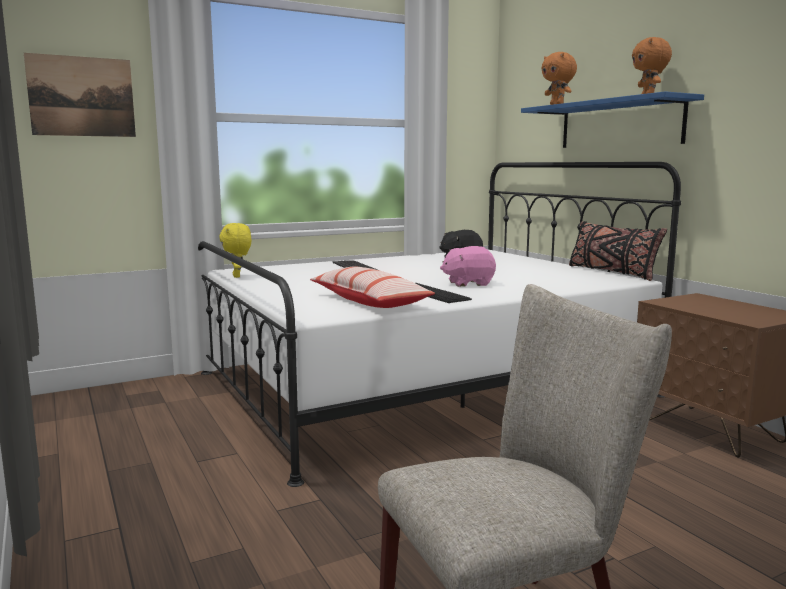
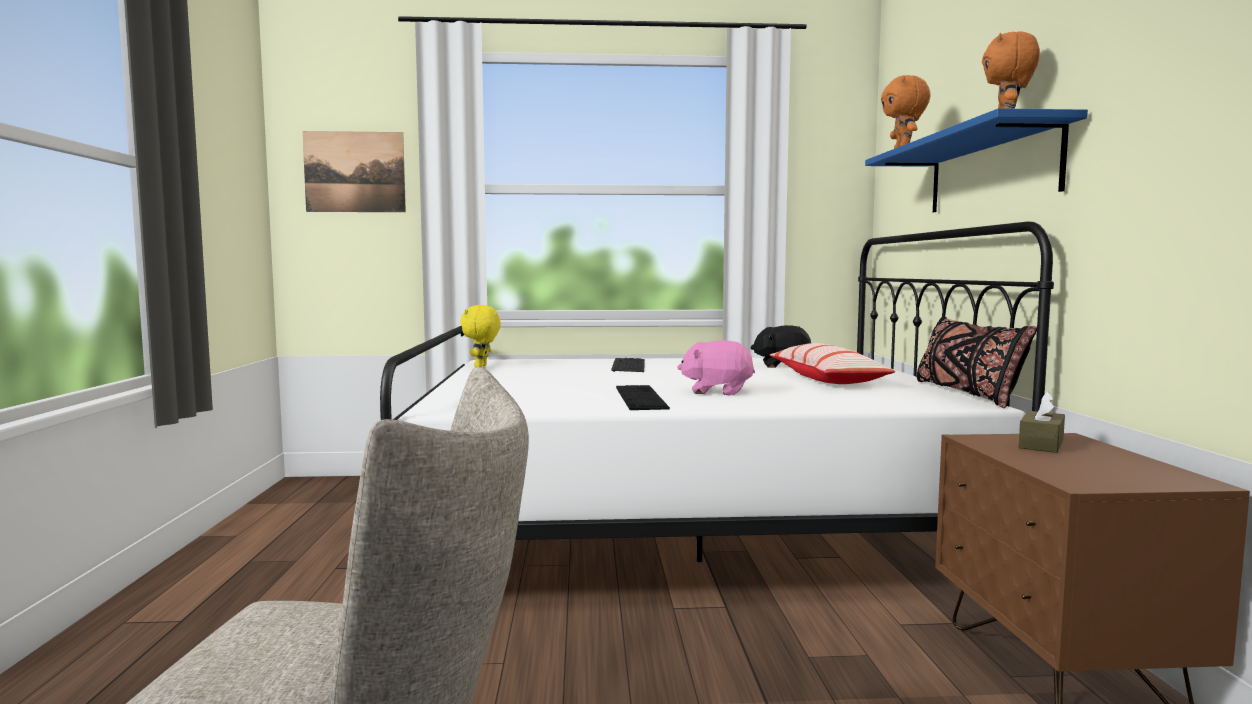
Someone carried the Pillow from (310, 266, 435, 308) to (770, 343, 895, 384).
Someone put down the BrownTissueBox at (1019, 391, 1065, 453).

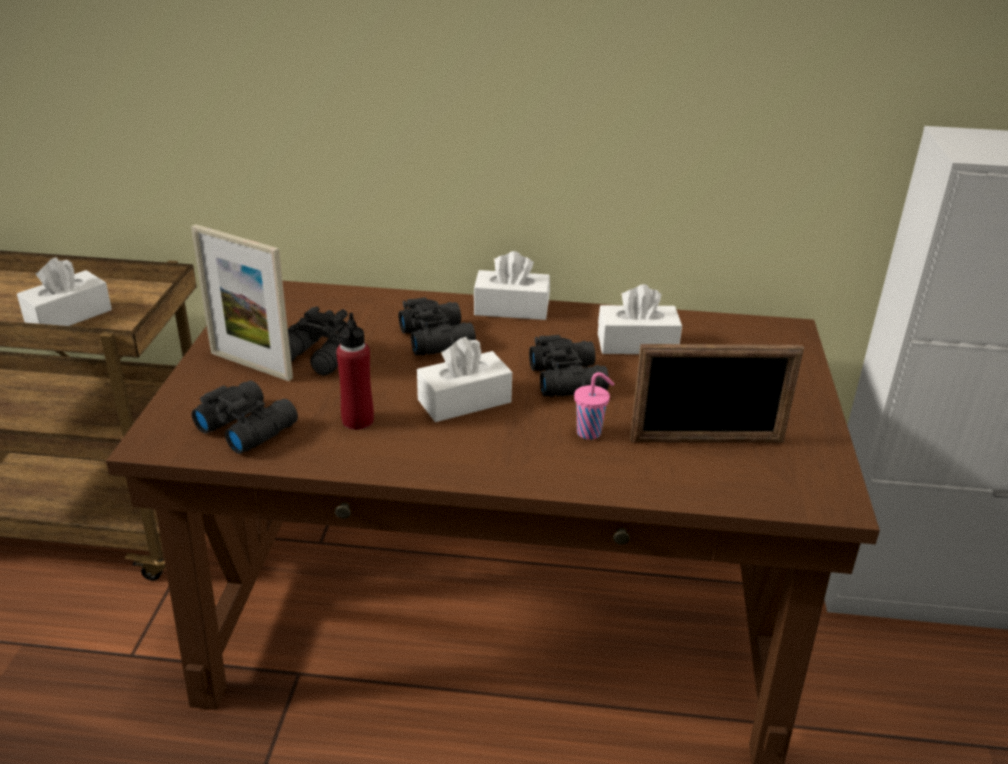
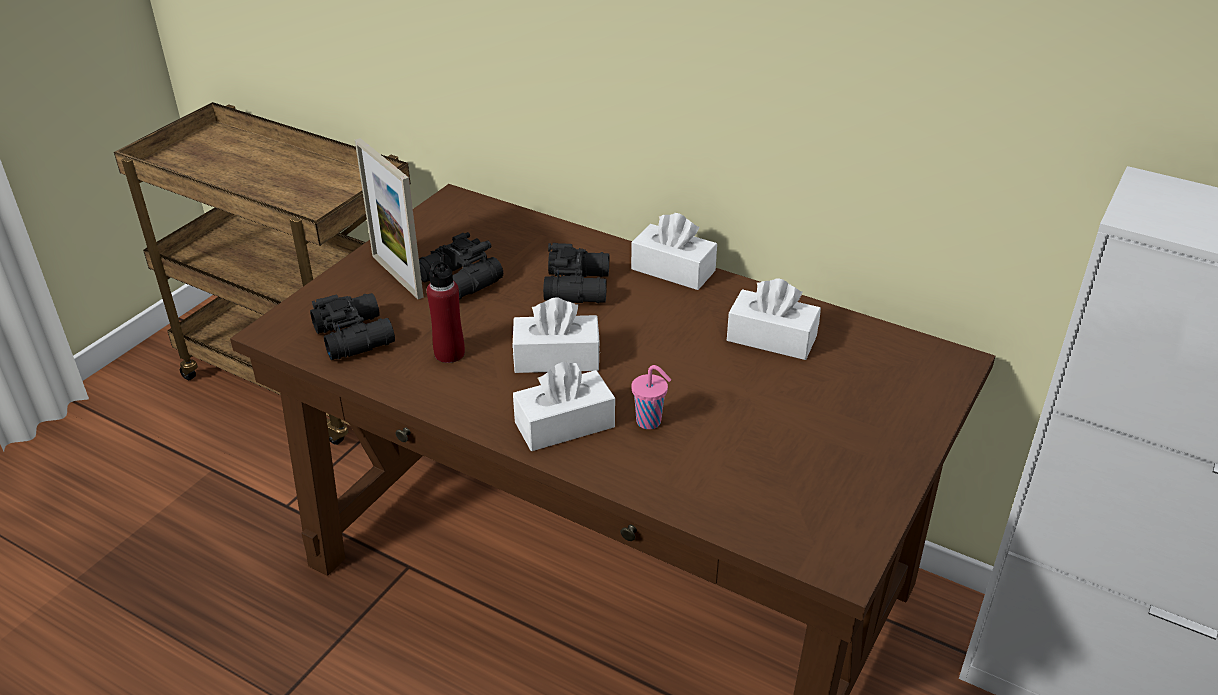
Someone carried the WhiteTissueBox from (17, 257, 112, 326) to (513, 361, 615, 451).
Someone took away the BlackBinoculars at (529, 335, 609, 397).
Someone took away the PictureFrame at (630, 344, 804, 443).

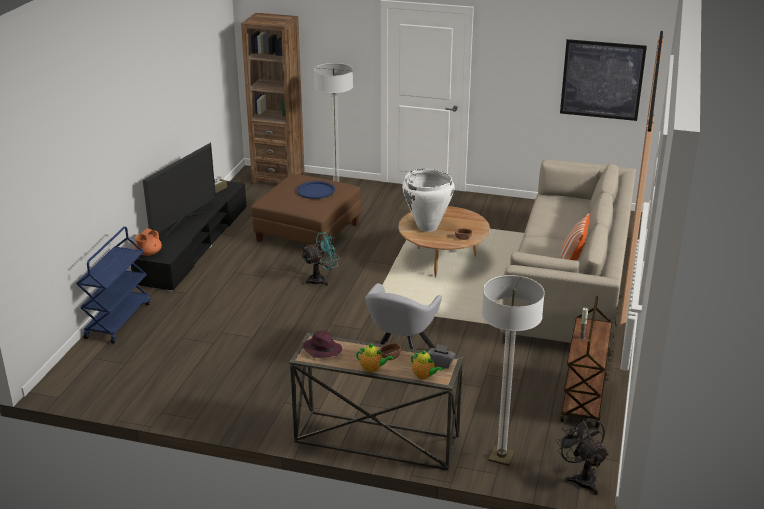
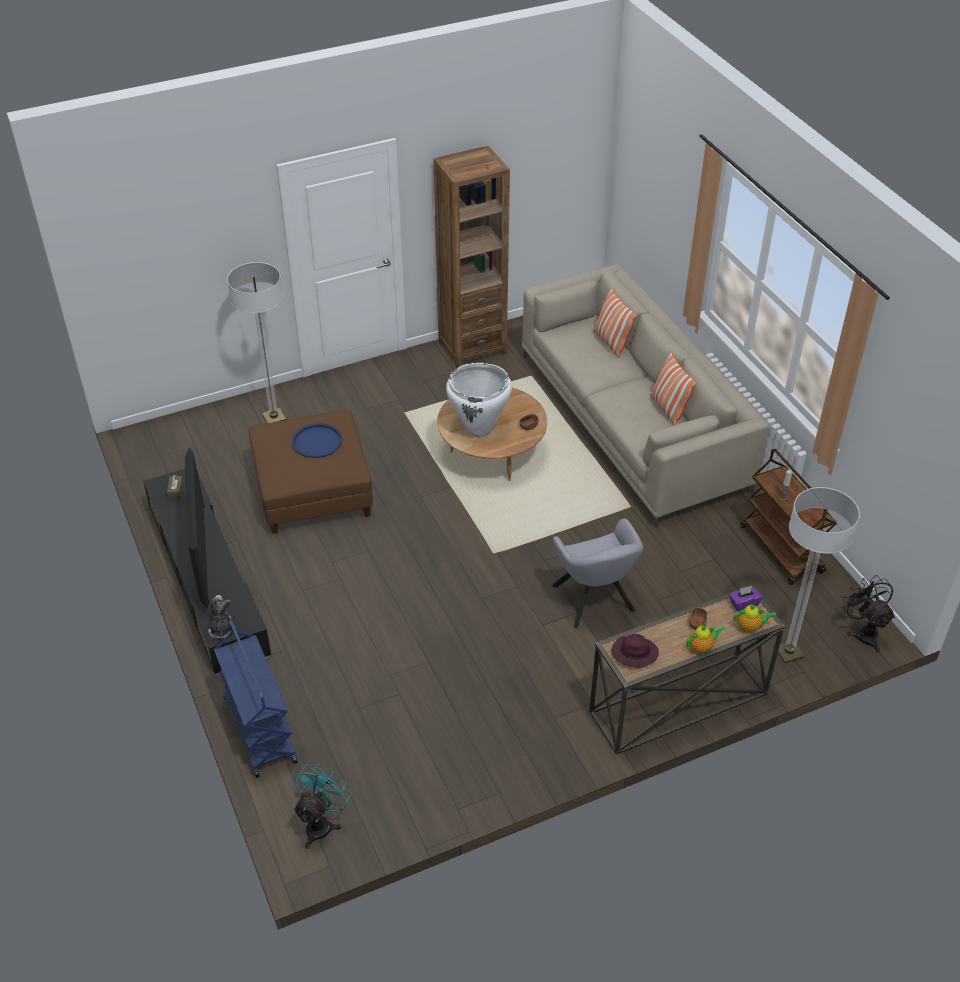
Someone swapped the OrangeTeapot at (134, 228, 162, 256) for the PlushToy at (208, 595, 235, 639).
Someone carried the BrownBookcase from (241, 13, 305, 185) to (433, 146, 510, 368).
Someone carried the TurquoiseFan from (302, 231, 340, 286) to (293, 764, 352, 849).
Someone repainted the GreyTissueBox at (427, 344, 455, 369), which became the PurpleTissueBox at (729, 586, 762, 611).
Someone rotated the BlackFan at (556, 414, 609, 495) by 45 degrees clockwise.
Someone took away the Picture at (560, 39, 647, 121).
Someone put down the Pillow at (593, 288, 637, 357).

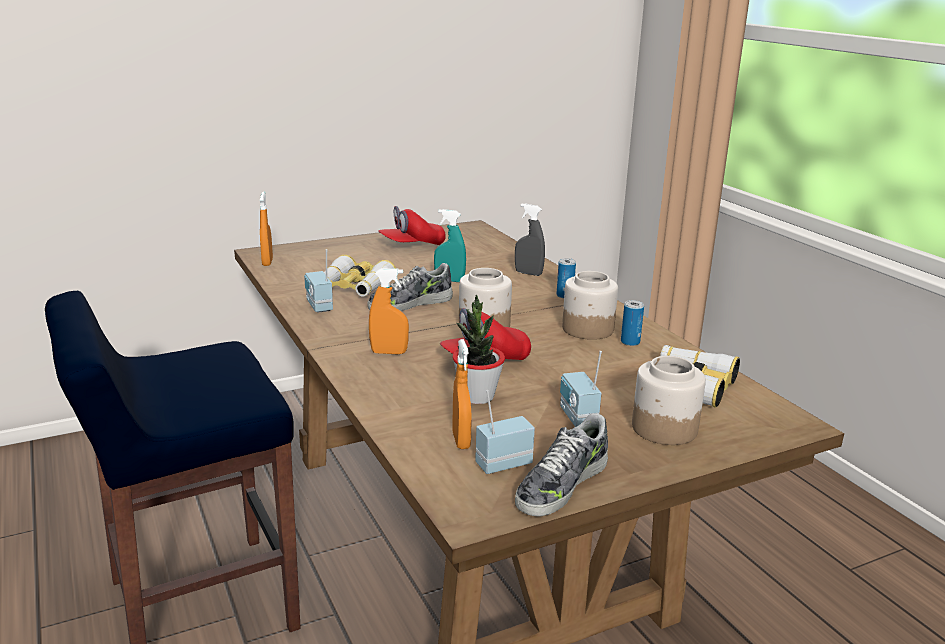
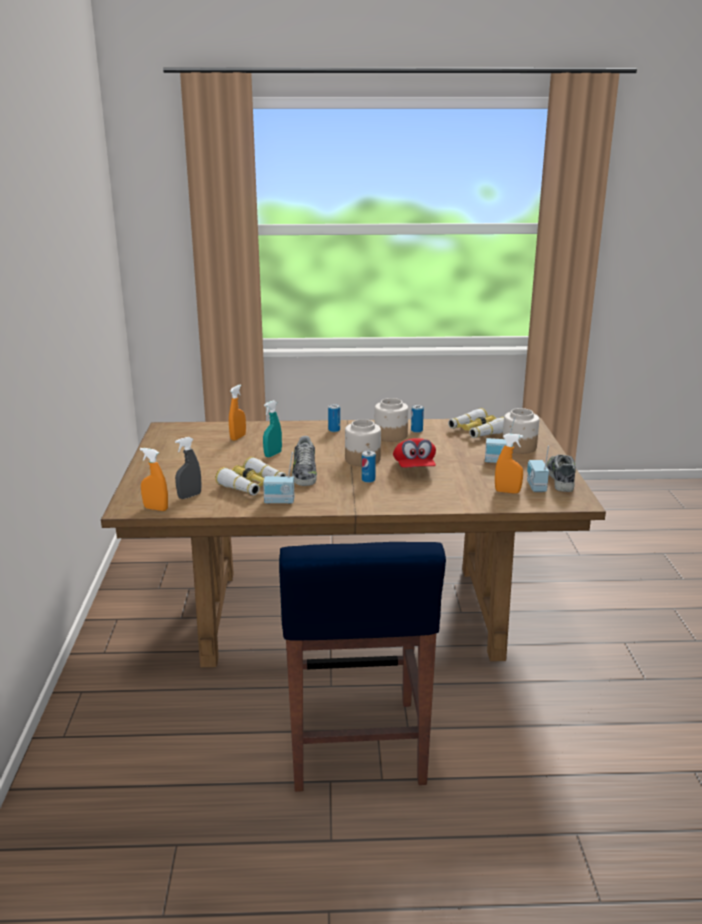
Someone carried the OrangeSprayBottle from (369, 268, 409, 355) to (229, 384, 246, 441).
Someone took away the RedCap at (378, 206, 446, 245).
Someone took away the PottedPlant at (452, 295, 505, 404).
Someone carried the GreySprayBottle from (515, 203, 545, 276) to (175, 437, 201, 499).
Someone rotated the Shoe at (515, 414, 608, 517) by 150 degrees counterclockwise.
Someone put down the Can at (362, 451, 376, 483).

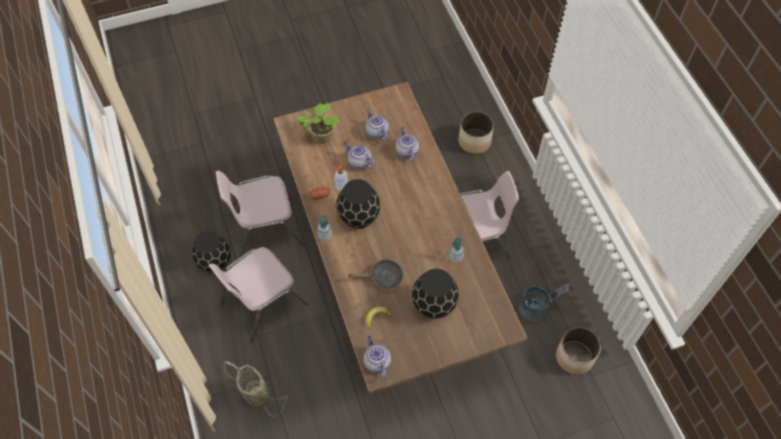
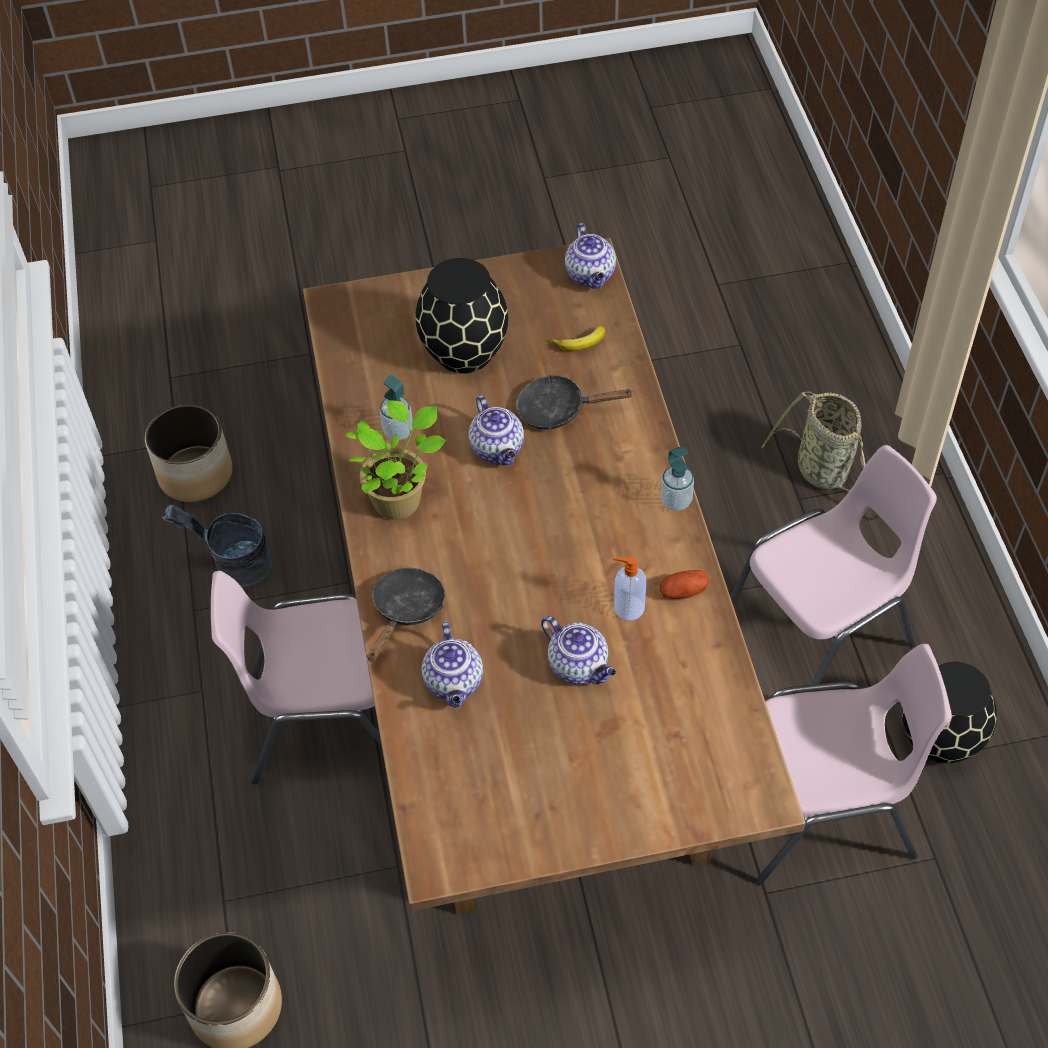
Someone carried the PottedPlant from (297, 103, 340, 144) to (345, 400, 446, 520).
Someone took away the BlackVase at (337, 179, 380, 229).
Someone carried the Teapot from (366, 109, 389, 141) to (469, 395, 524, 466).
Someone put down the BlackFryingPan at (367, 568, 445, 662).

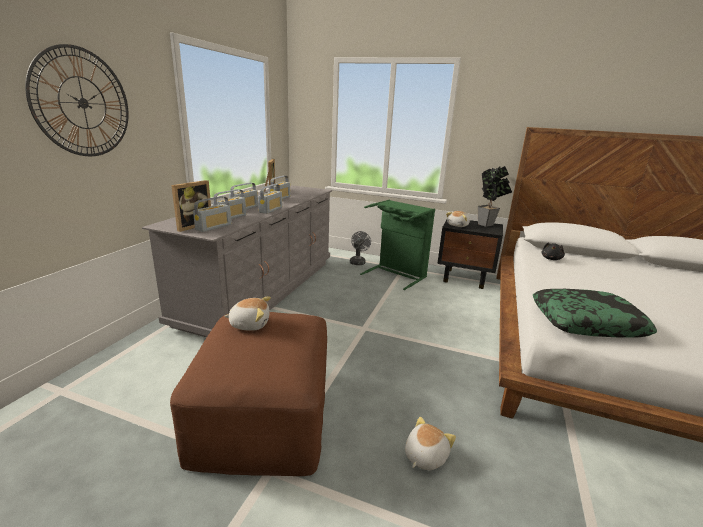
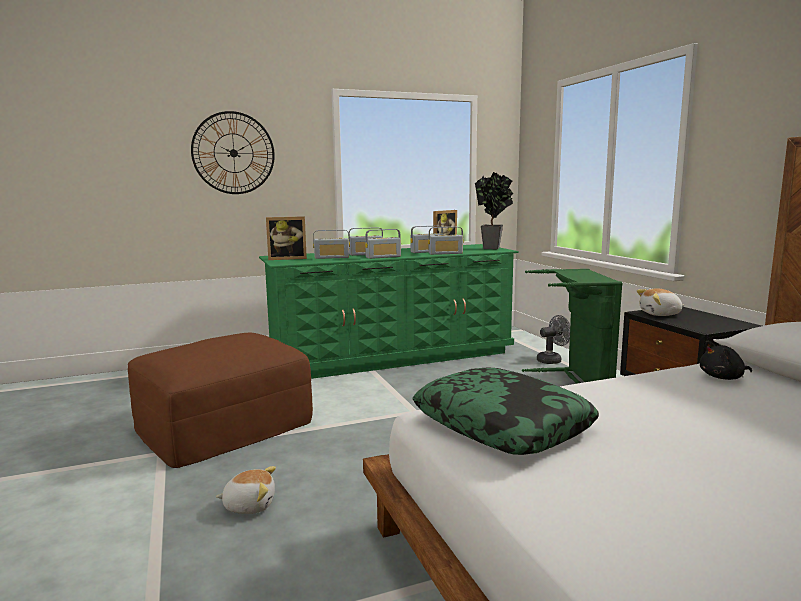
Someone repainted the GreyDresser at (142, 185, 332, 338), which became the GreenDresser at (259, 244, 519, 379).
Someone carried the Radio from (193, 196, 232, 232) to (428, 227, 463, 255).
Someone took away the PlushToy at (224, 297, 271, 331).
Someone carried the PottedPlant from (478, 166, 512, 227) to (475, 172, 513, 249).

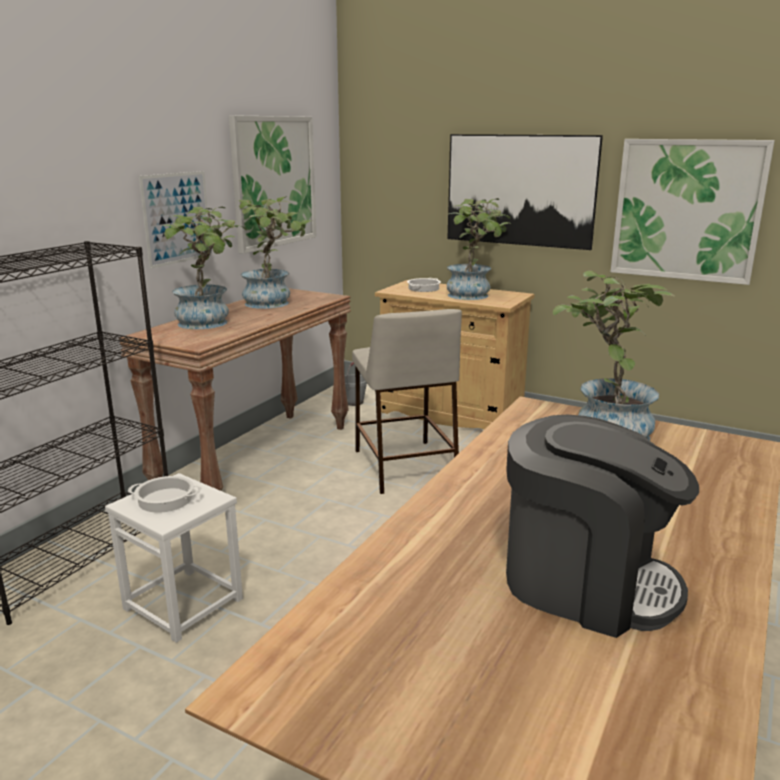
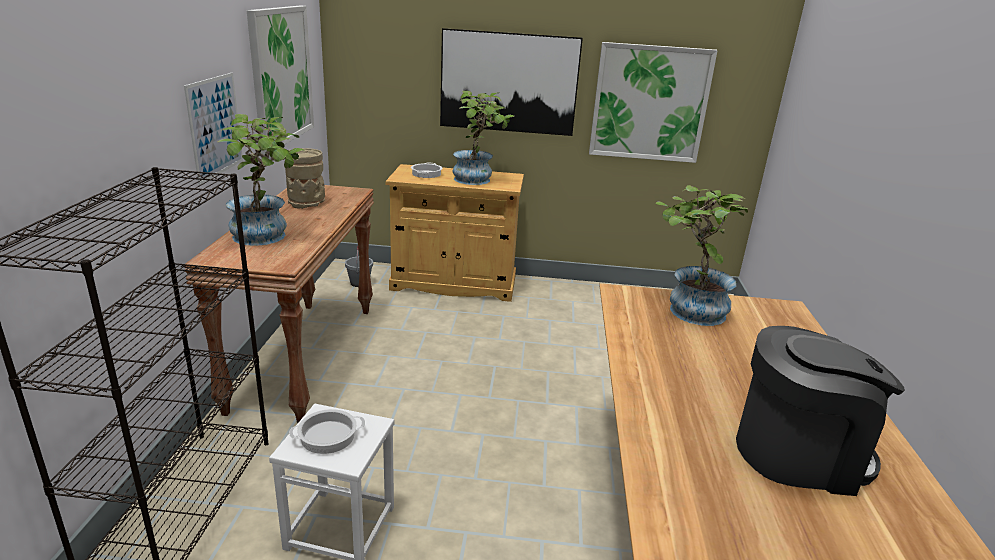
Someone swapped the PottedPlant at (239, 196, 310, 309) for the BeigeVase at (285, 148, 325, 209).
Someone took away the BeigeStool at (352, 309, 462, 494).

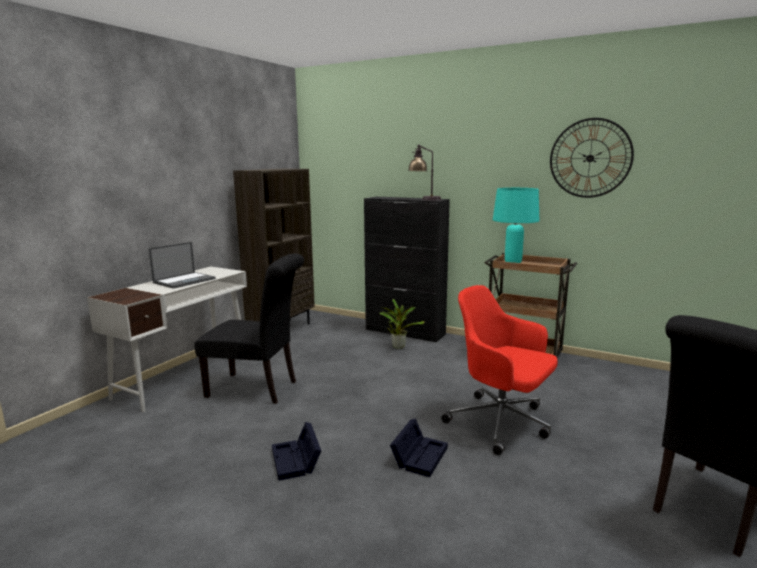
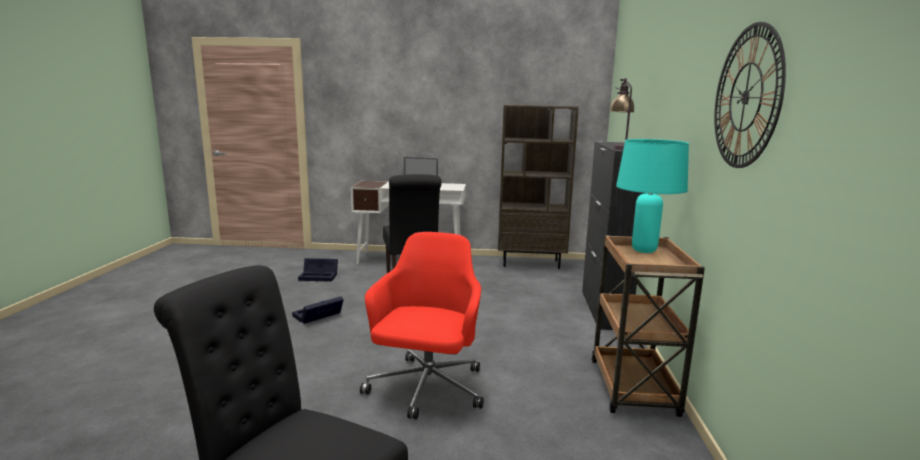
Someone took away the PottedPlant at (380, 299, 425, 349).
Someone carried the BlackStorageBox from (390, 418, 448, 477) to (298, 258, 338, 282).

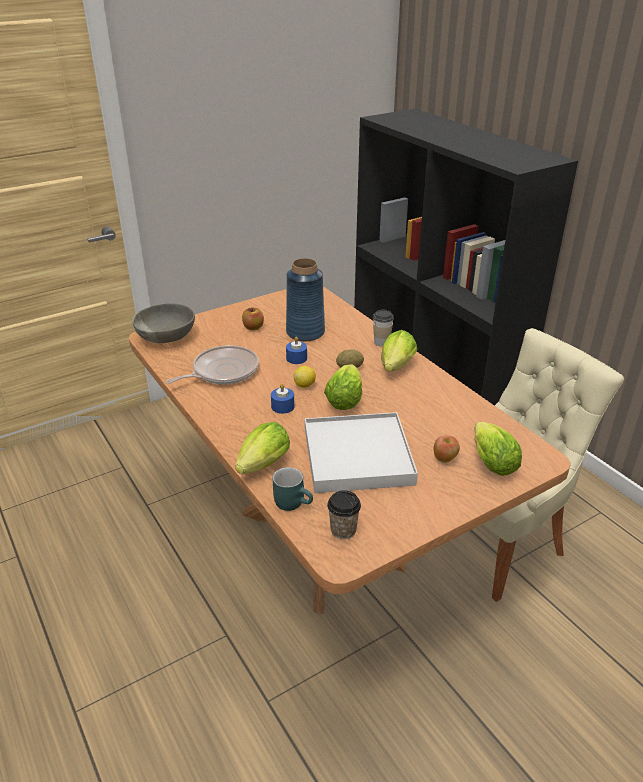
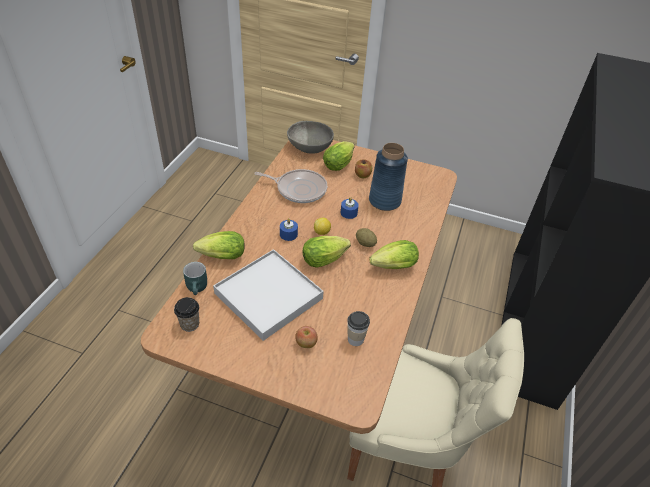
Someone carried the Cup from (373, 310, 394, 347) to (347, 311, 370, 346).
Someone carried the Lettuce from (474, 422, 522, 476) to (323, 141, 355, 171).

